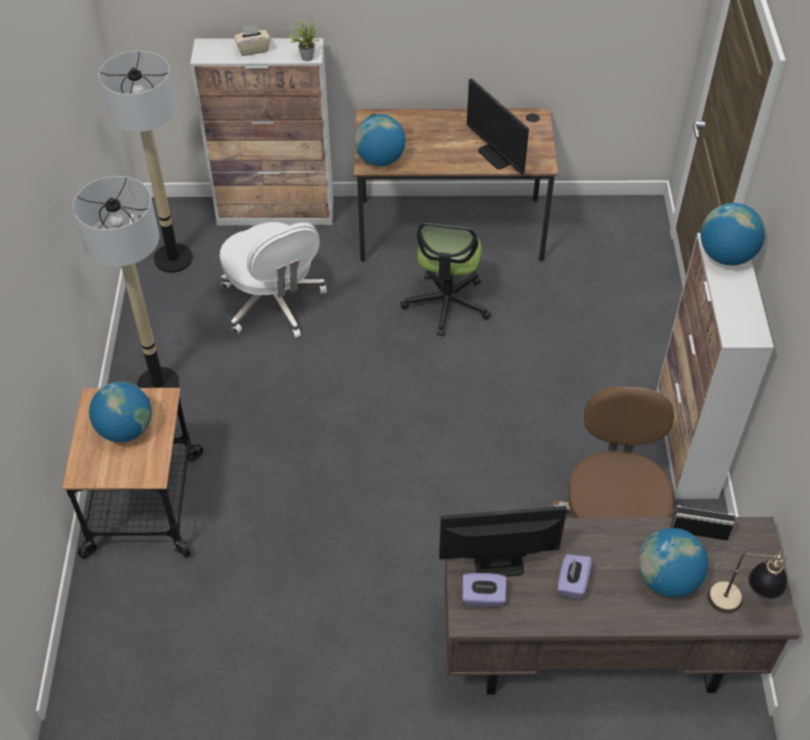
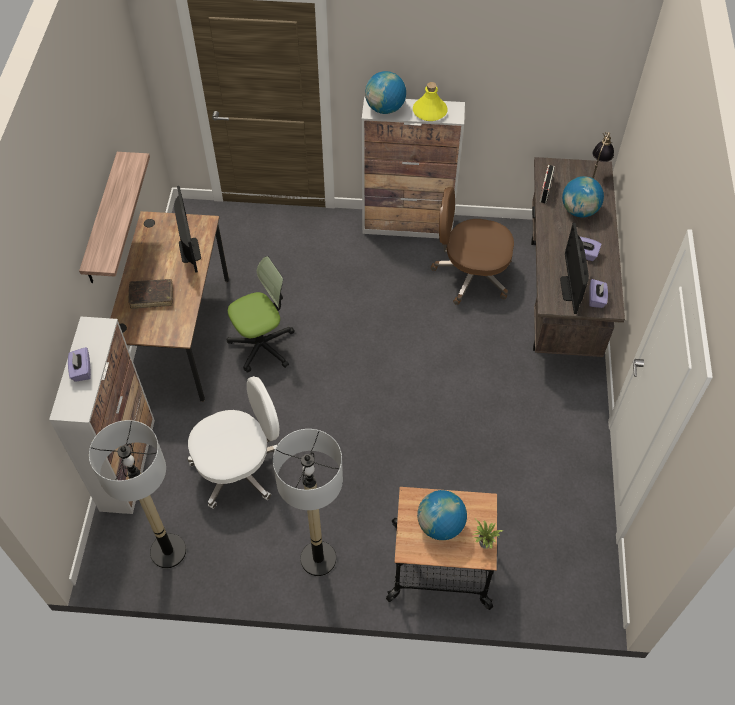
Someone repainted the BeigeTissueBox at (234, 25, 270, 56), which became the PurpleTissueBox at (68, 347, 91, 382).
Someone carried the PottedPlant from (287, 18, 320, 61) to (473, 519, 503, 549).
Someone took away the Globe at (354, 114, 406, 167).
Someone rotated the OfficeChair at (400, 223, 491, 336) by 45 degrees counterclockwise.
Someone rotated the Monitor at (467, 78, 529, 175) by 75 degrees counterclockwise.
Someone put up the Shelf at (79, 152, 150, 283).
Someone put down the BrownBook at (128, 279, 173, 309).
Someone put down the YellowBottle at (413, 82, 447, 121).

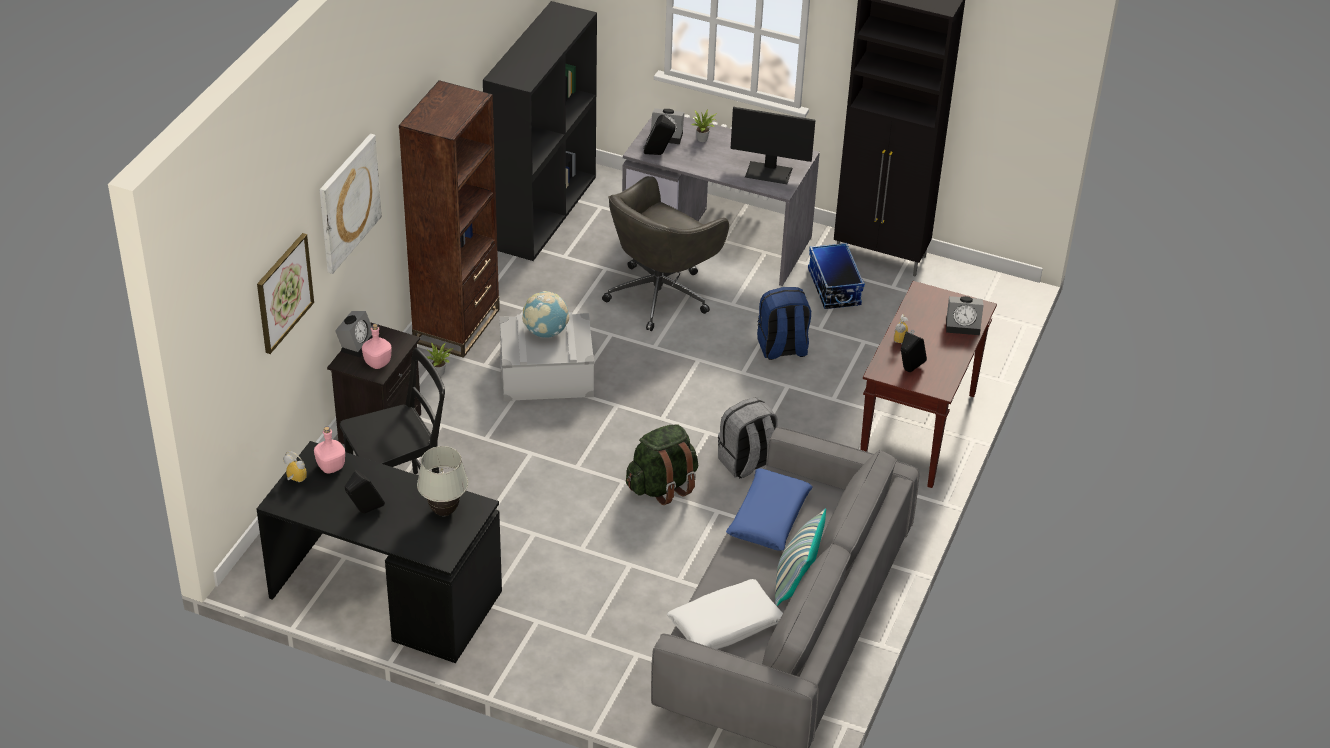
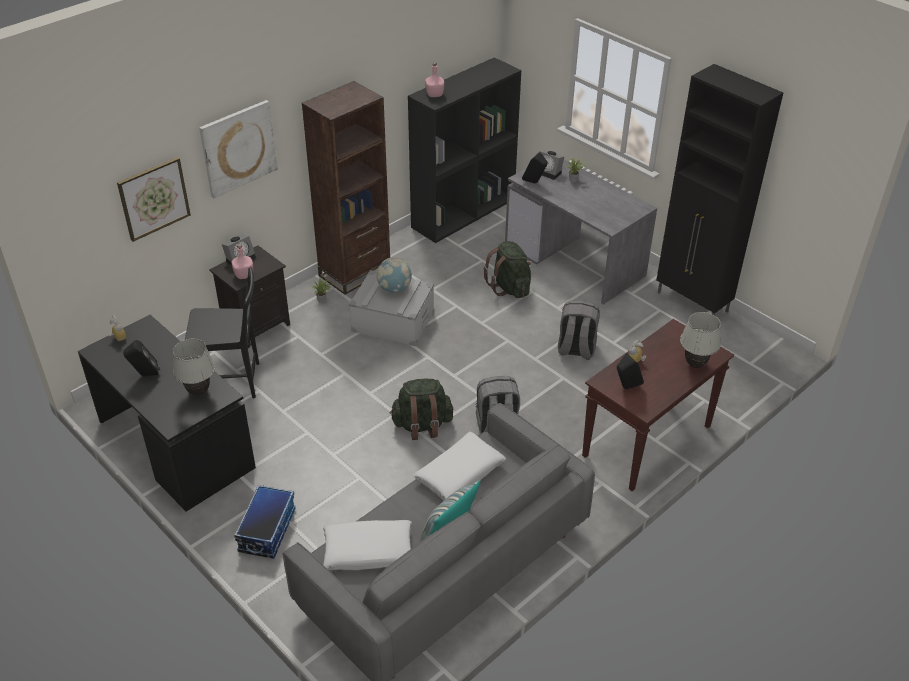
Someone carried the PinkBottle from (314, 426, 345, 474) to (425, 62, 444, 97).
Someone swapped the GreyOfficeChair at (602, 176, 729, 331) for the GreenBackpack at (484, 241, 531, 298).
Someone repainted the BluePillow at (726, 468, 812, 551), which became the WhitePillow at (413, 432, 506, 501).
Someone took away the Monitor at (731, 107, 815, 184).
Someone repainted the BlueBackpack at (757, 287, 811, 360), which became the GreyBackpack at (558, 301, 600, 360).
Someone carried the StorageBox from (808, 243, 865, 309) to (234, 485, 296, 559).
Someone swapped the AlarmClock at (946, 296, 984, 335) for the WhiteTableLamp at (680, 312, 721, 368).

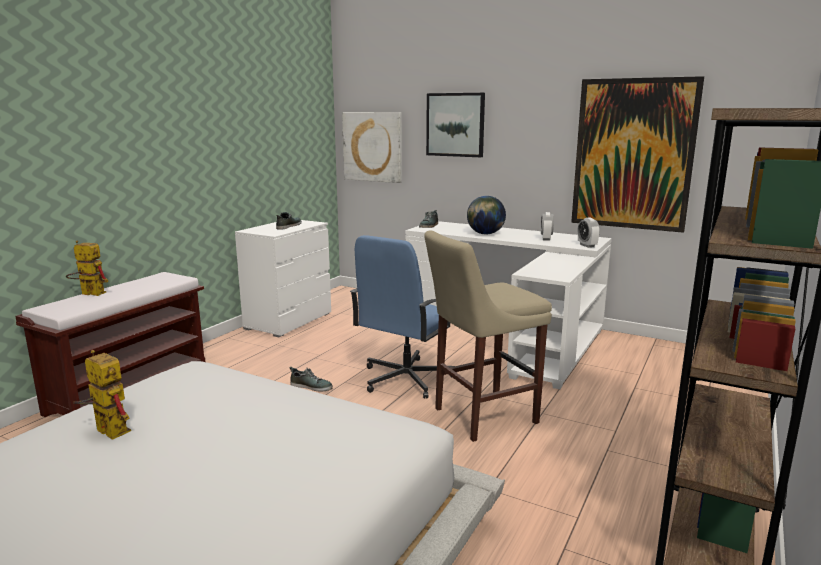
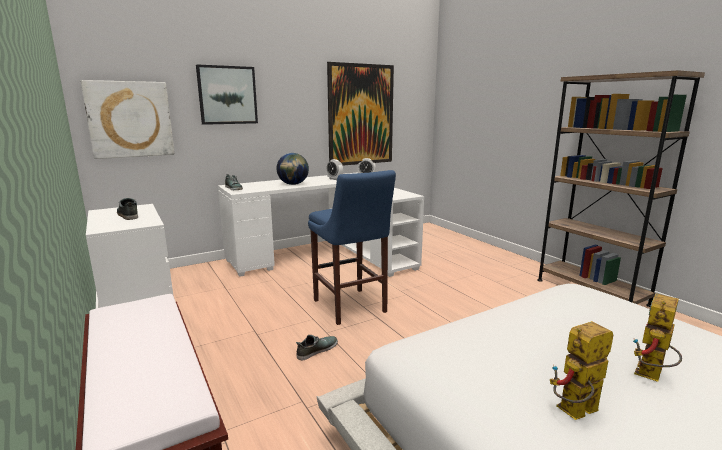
Someone carried the ToyRobot from (66, 241, 108, 296) to (633, 293, 682, 382).
Someone swapped the BlueOfficeChair at (350, 235, 454, 399) for the BlueStool at (308, 170, 396, 325).
Someone took away the BeigeStool at (424, 230, 552, 442).

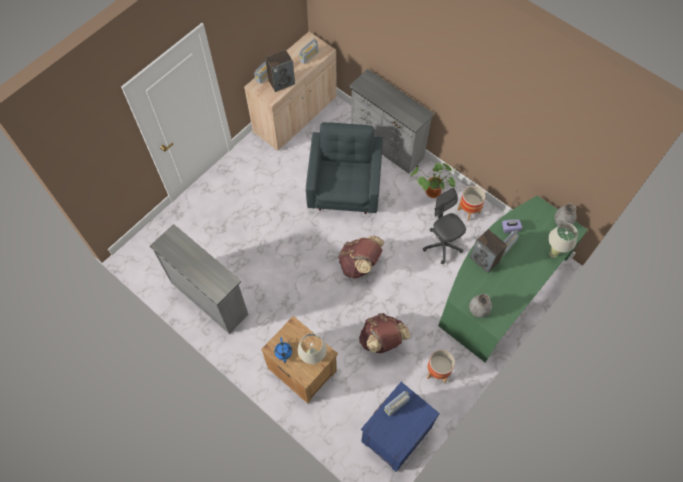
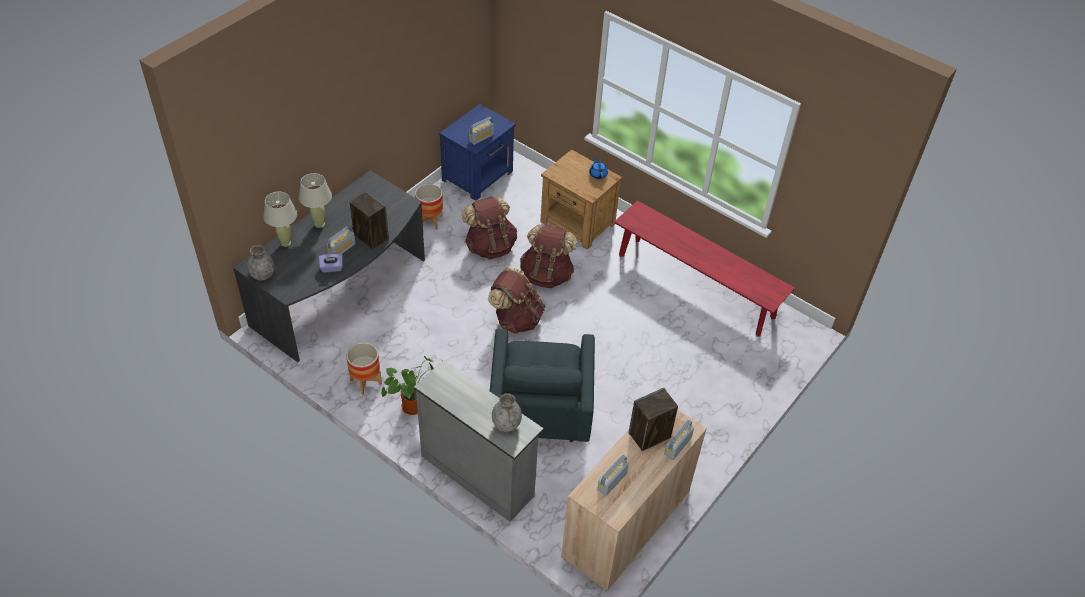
Someone swapped the GreyDresser at (150, 224, 249, 334) for the RedBench at (614, 201, 795, 337).
Someone carried the BeigeTableLamp from (298, 333, 327, 364) to (299, 173, 332, 228).
Someone took away the GreyOfficeChair at (423, 188, 466, 264).
Someone repainted the GreenDesk at (438, 195, 588, 362), which became the GreyDesk at (233, 170, 425, 362).
Someone carried the GreyVase from (469, 294, 492, 318) to (492, 393, 522, 432).
Someone put down the BrownBackpack at (520, 225, 577, 288).

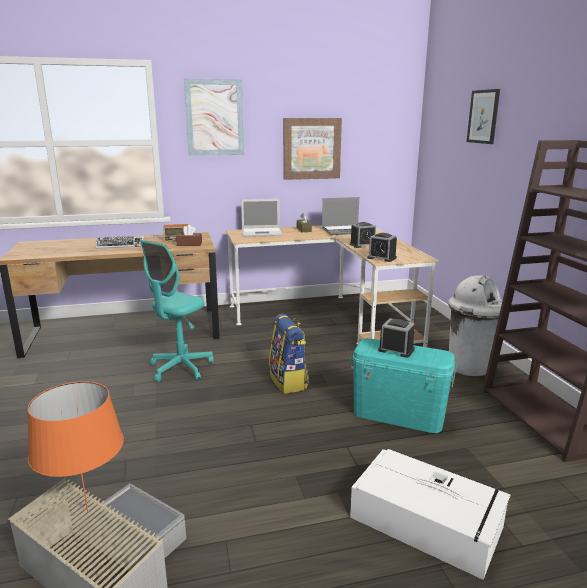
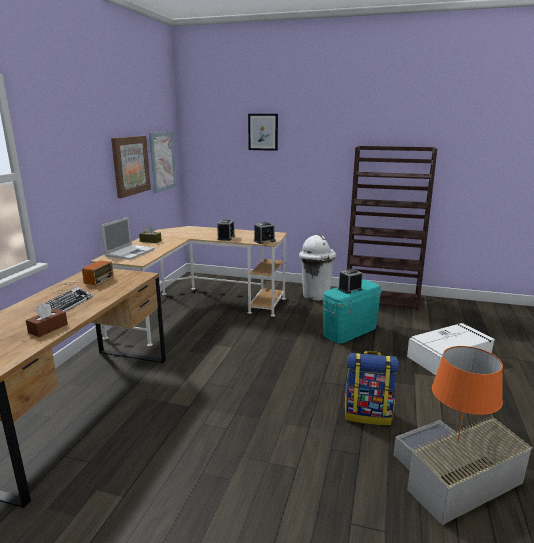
Someone took away the TurquoiseOfficeChair at (141, 240, 214, 382).
Someone carried the BrownTissueBox from (176, 225, 202, 246) to (26, 303, 68, 337).
Someone carried the Picture from (184, 78, 244, 156) to (149, 131, 176, 193).
Someone carried the Backpack from (269, 314, 309, 394) to (344, 351, 399, 425).
Someone took away the Laptop at (322, 197, 359, 235).

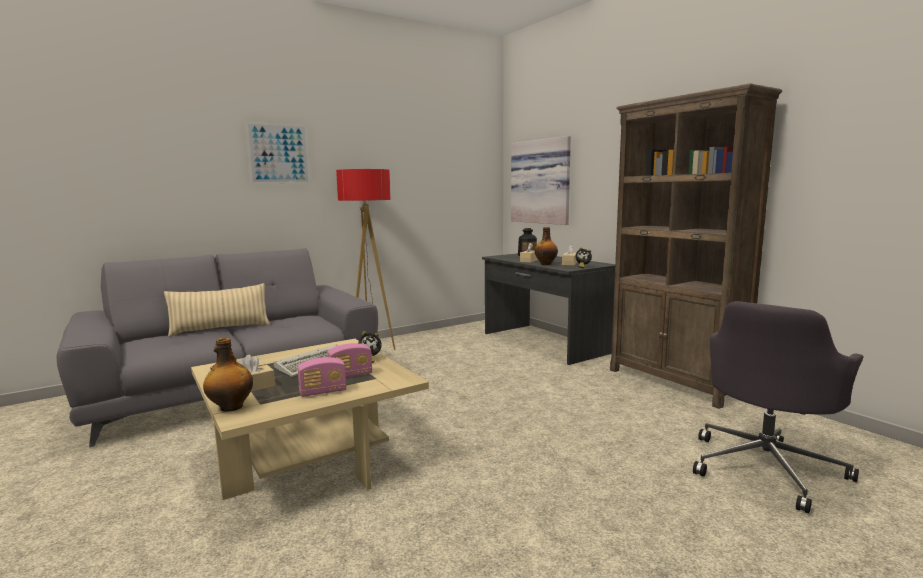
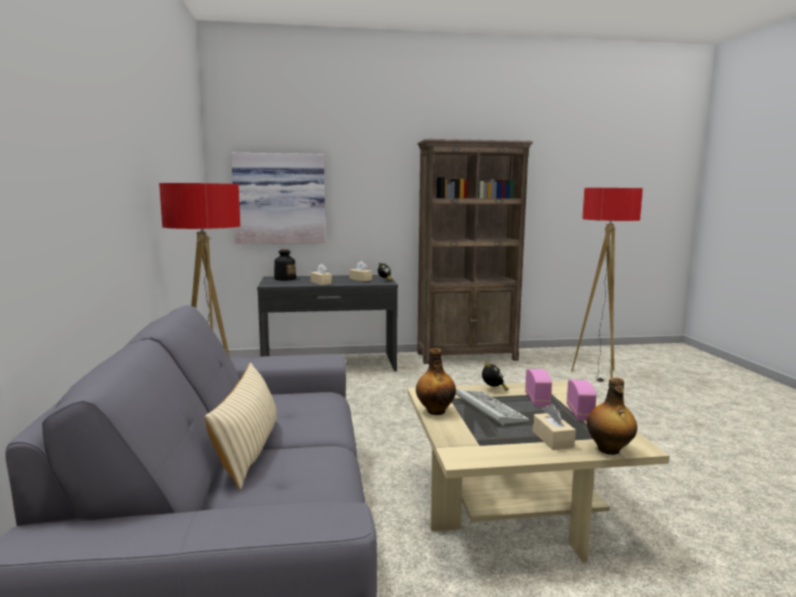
Someone took away the Picture at (246, 122, 310, 184).
Someone carried the Bottle from (535, 227, 558, 265) to (416, 348, 456, 415).
Someone swapped the GreyOfficeChair at (693, 301, 864, 514) for the FloorLamp at (571, 188, 643, 382).

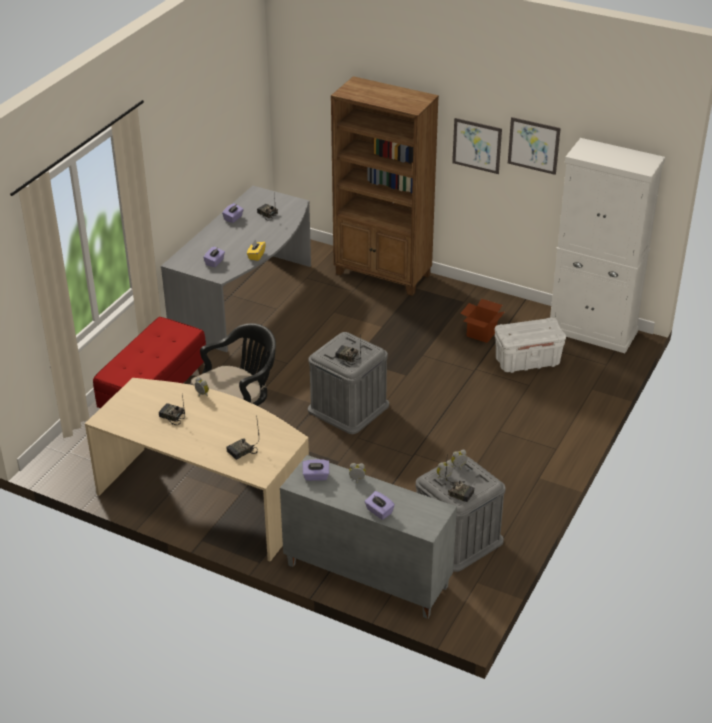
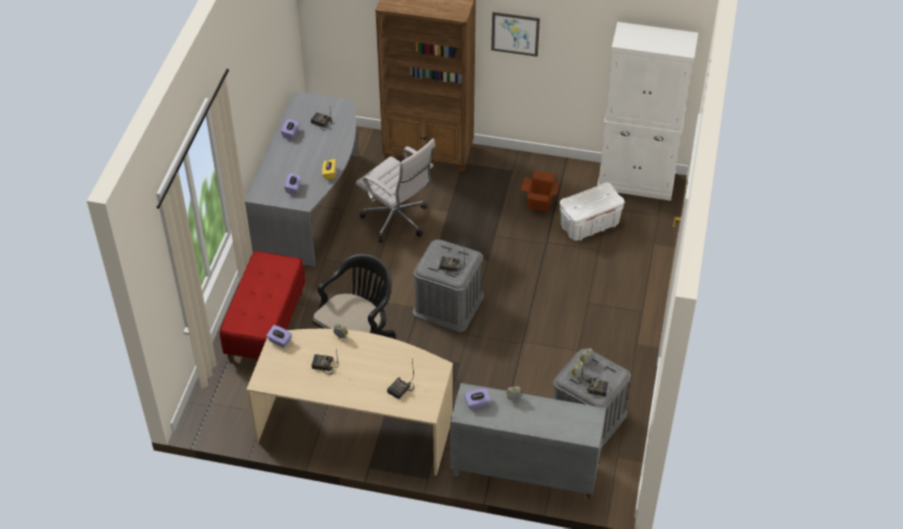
Someone carried the PurpleTissueBox from (365, 491, 395, 520) to (266, 325, 292, 348).
Someone took away the Picture at (508, 117, 561, 175).
Someone put down the WhiteOfficeChair at (356, 139, 435, 243).

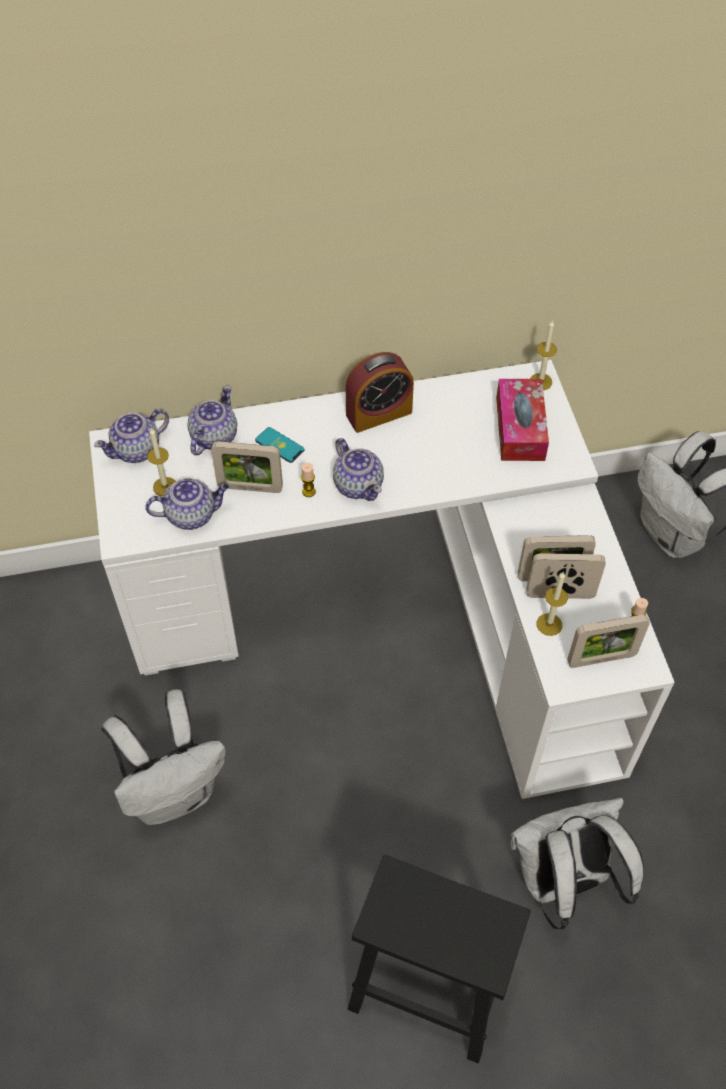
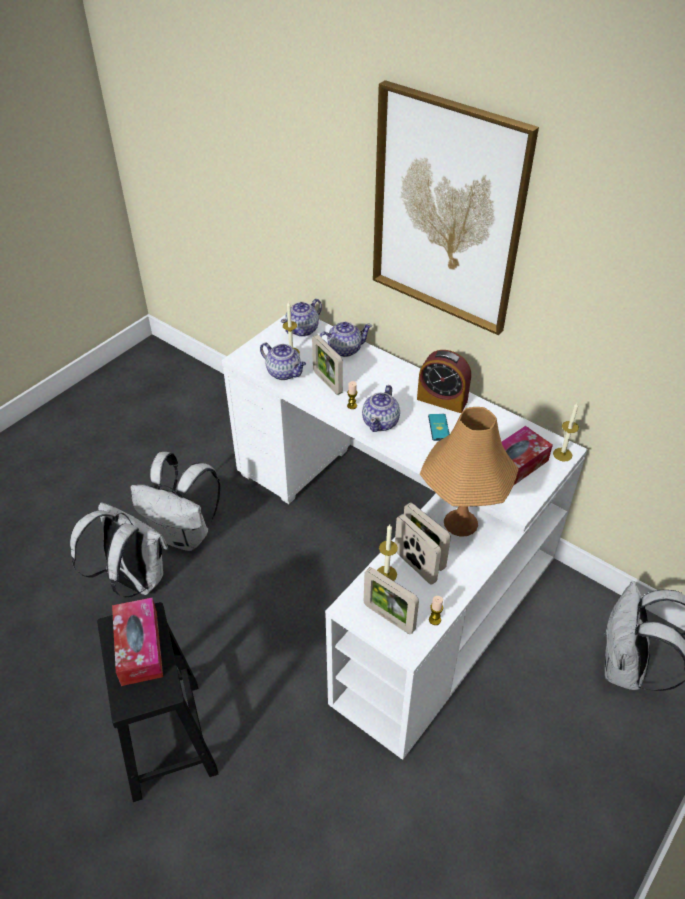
Someone rotated the Teapot at (94, 409, 169, 463) by 60 degrees counterclockwise.
Someone carried the Phone from (255, 427, 304, 463) to (428, 414, 449, 441).
Someone carried the WhiteBackpack from (510, 798, 644, 929) to (70, 502, 168, 598).
Someone put down the TissueBox at (112, 598, 163, 686).
Someone put up the Picture at (373, 80, 539, 335).
Someone put down the OrangeTableLamp at (420, 407, 519, 536).

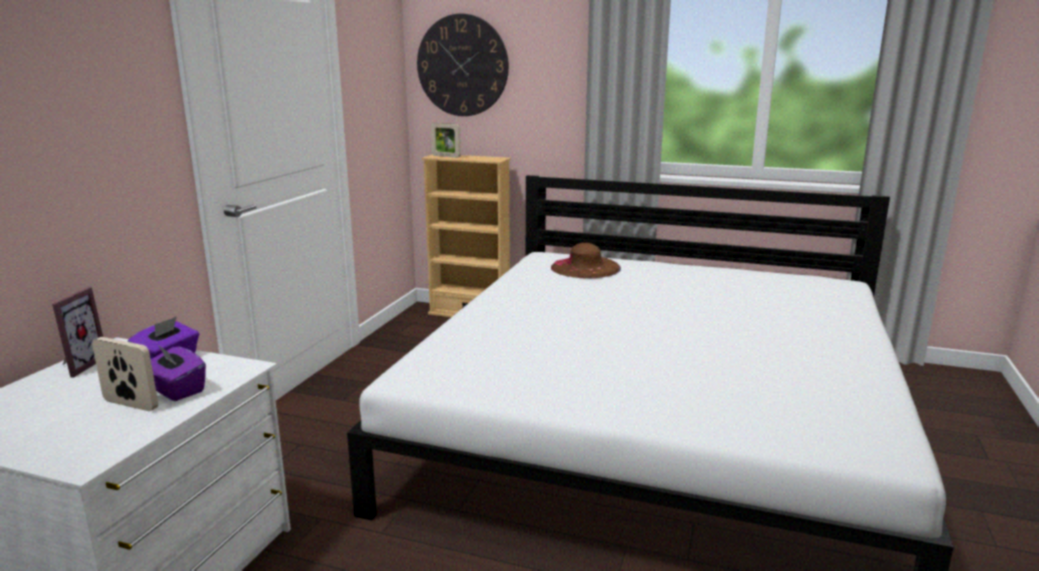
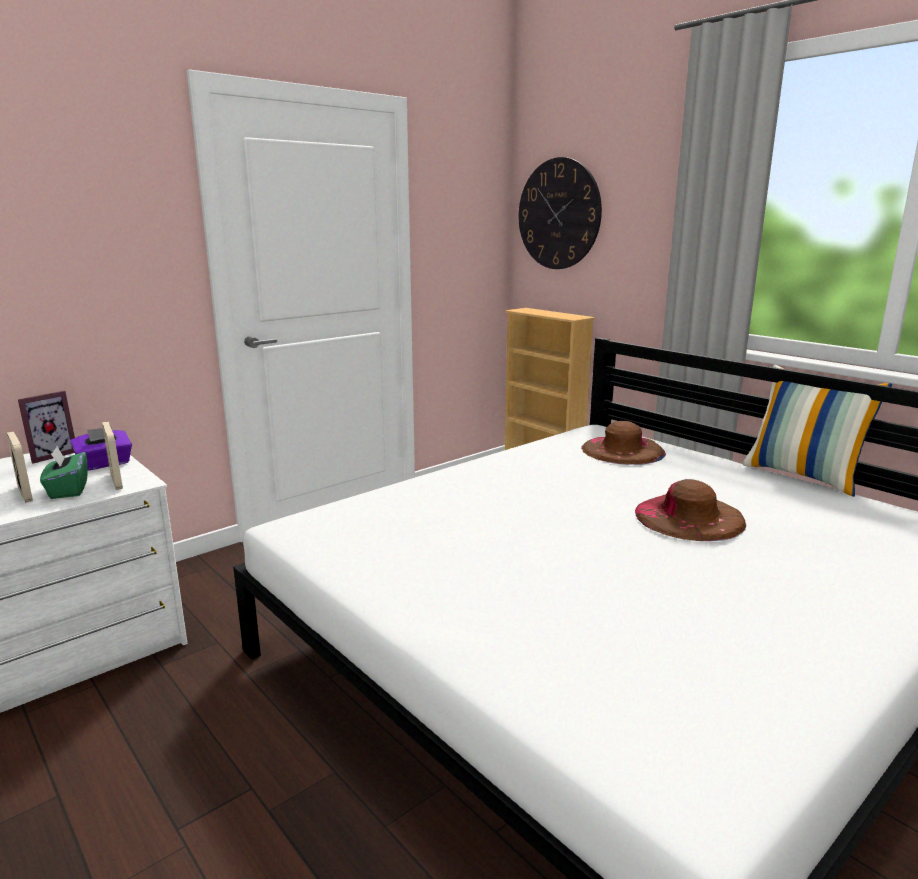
Someone repainted the PurpleTissueBox at (151, 345, 206, 401), which became the GreenTissueBox at (40, 446, 88, 499).
Someone carried the PictureFrame from (431, 123, 461, 158) to (102, 422, 123, 490).
Someone put down the BrownHat at (635, 479, 746, 541).
Someone put down the Pillow at (743, 365, 892, 497).

